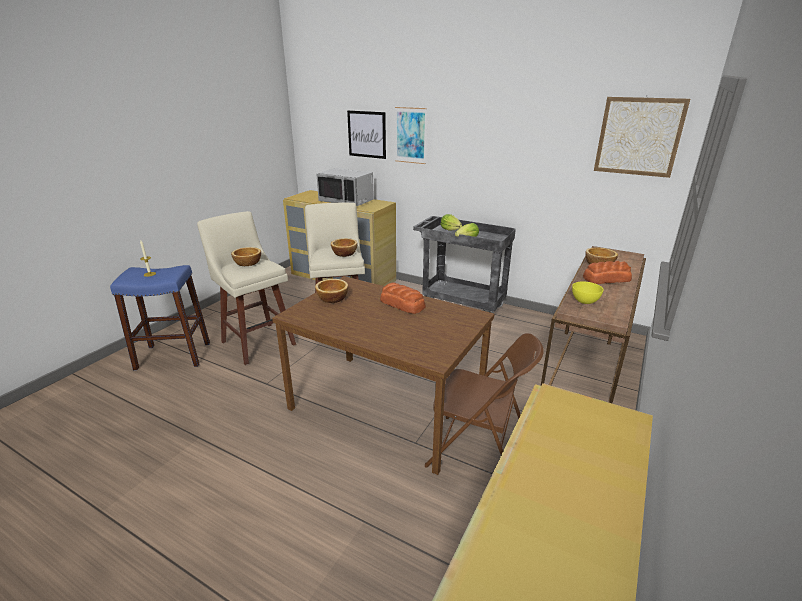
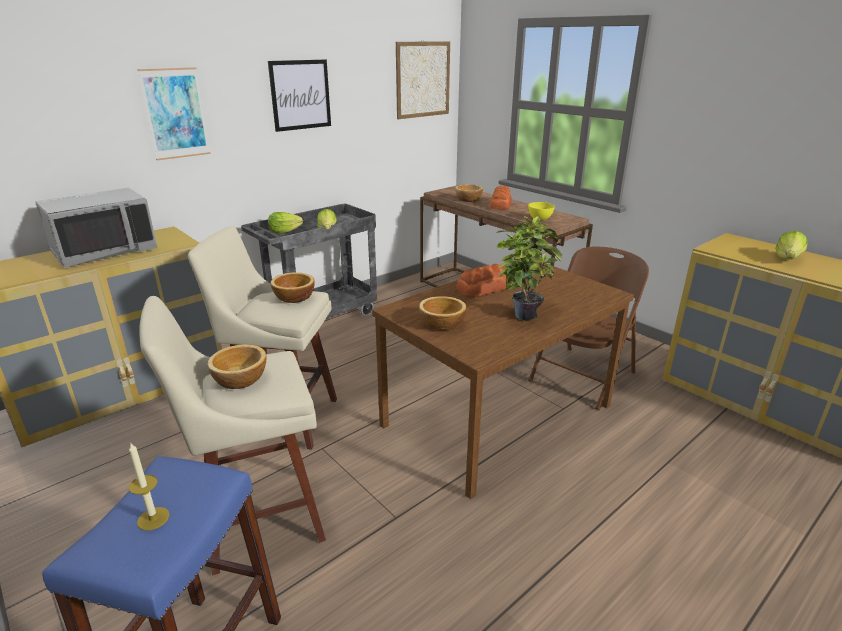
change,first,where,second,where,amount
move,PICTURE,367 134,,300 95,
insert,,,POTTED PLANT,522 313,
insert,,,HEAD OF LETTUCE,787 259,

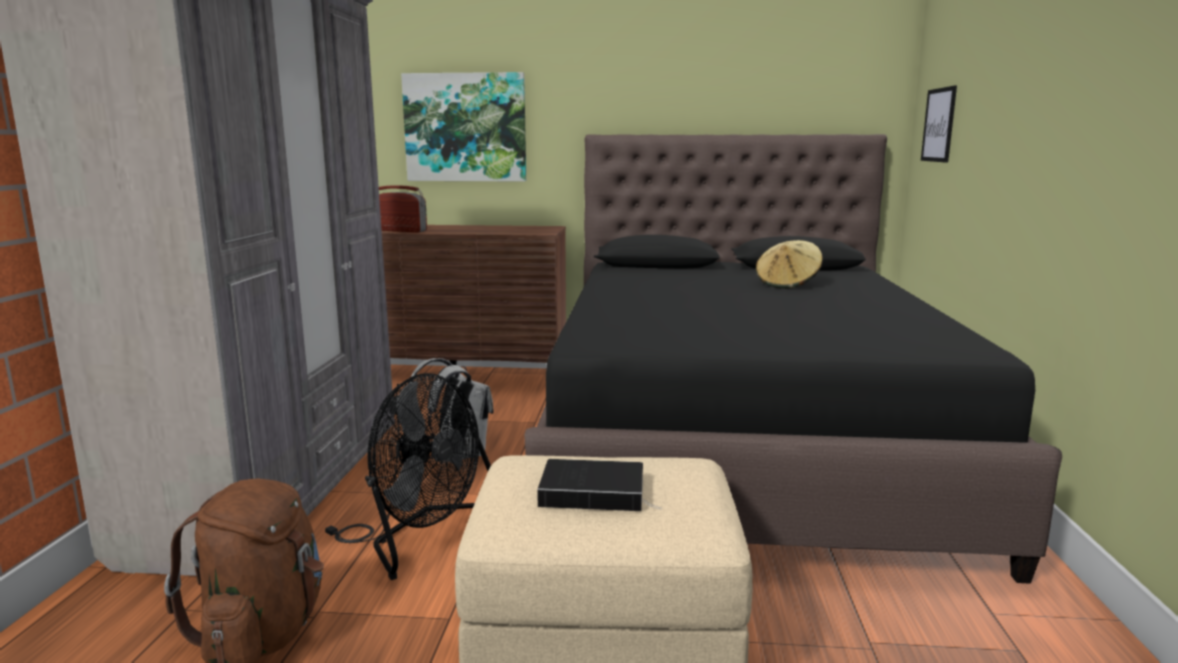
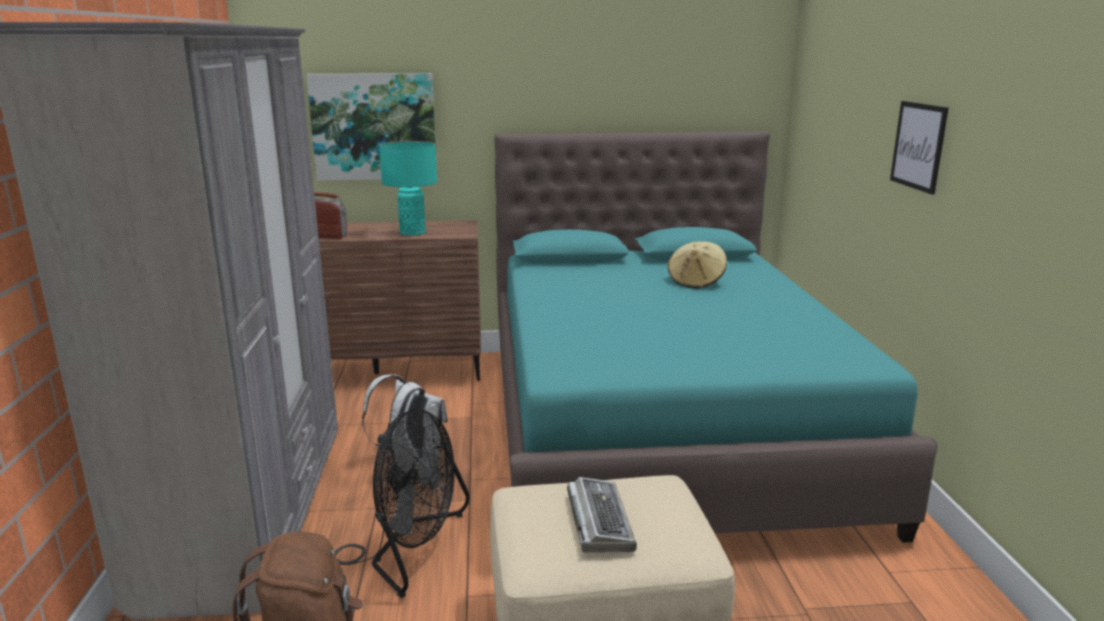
change,first,where,second,where,amount
move,PICTURE,939 125,,918 146,
recolor,BLACK BEDROOM BED,741 443,TURQUOISE BEDROOM BED,661 426,
replace,BOUND BOOK,596 492,PC KEYBOARD,599 521,
insert,,,TURQUOISE TABLETOP LAMP,412 232,

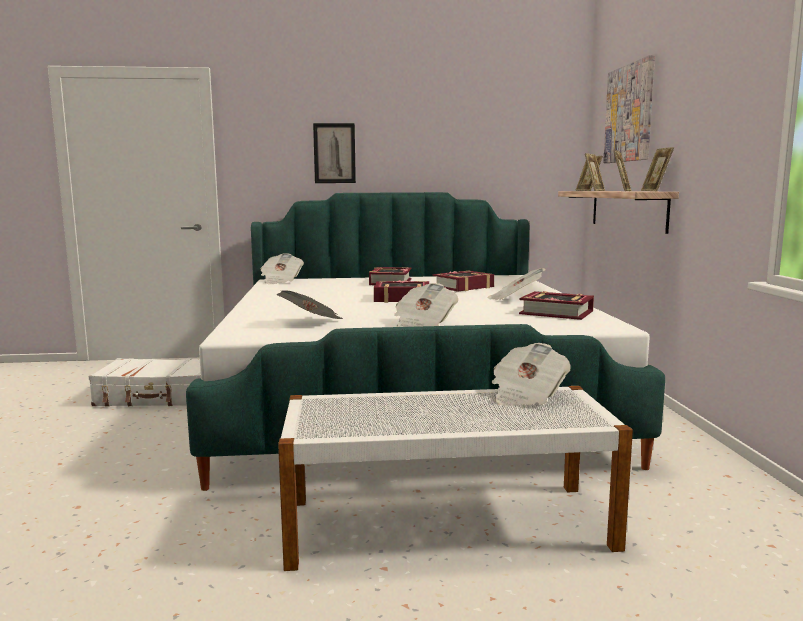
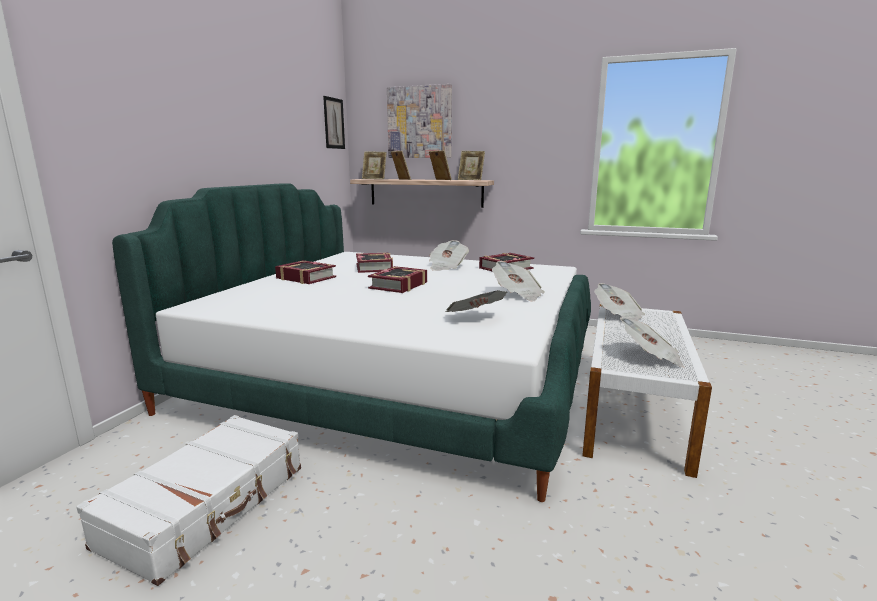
change,first,where,second,where,amount
move,PICTURE,334 153,,334 123,
move,DAILY PAPER,281 281,,651 358,

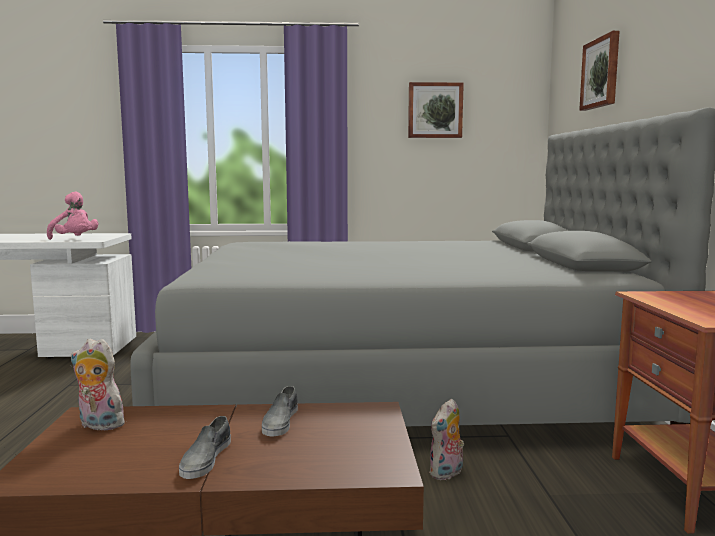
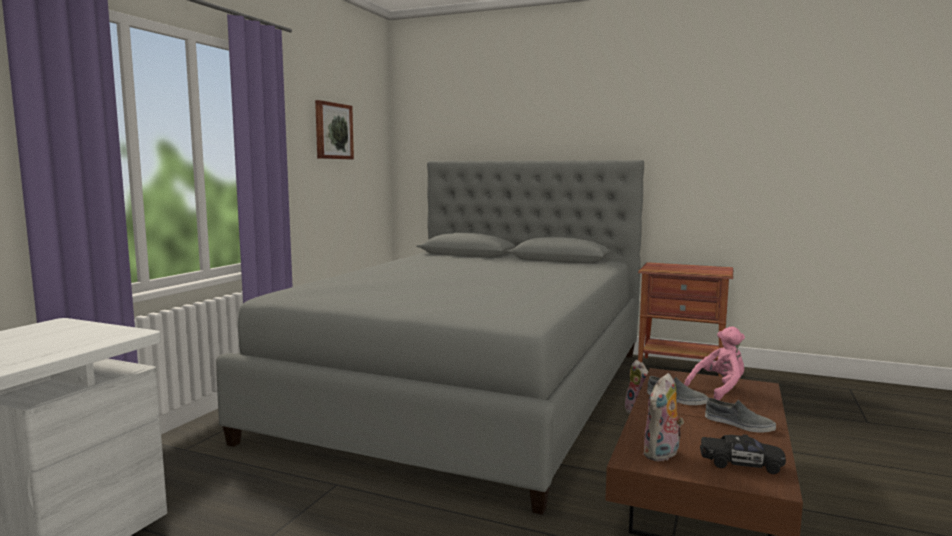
change,first,where,second,where,amount
delete,PICTURE,601 73,,,
move,PINK CUDDLY TOY,75 239,,719 389,
insert,,,BLACK MINIATURE CAR,741 464,

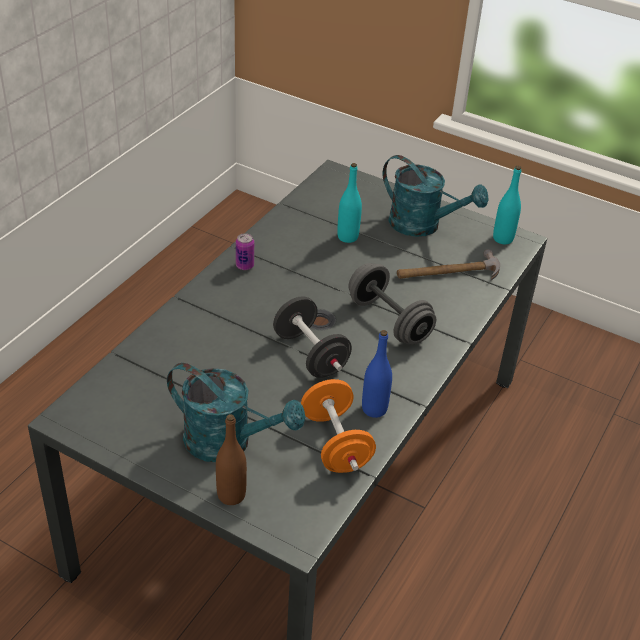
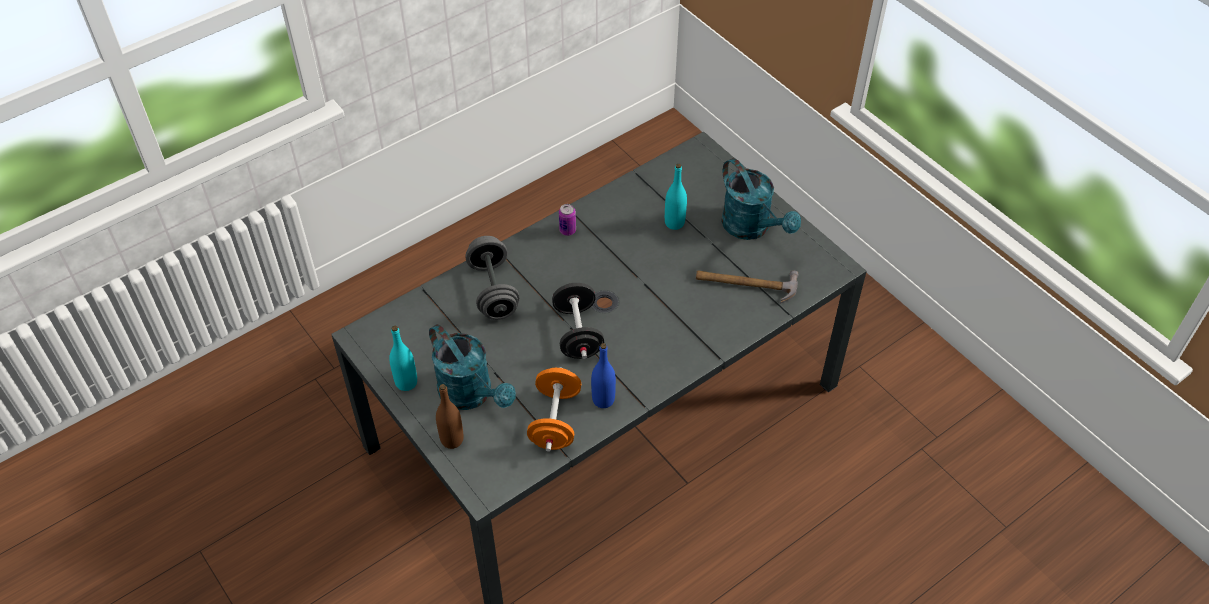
change,first,where,second,where,amount
move,TURQUOISE DRINK BOTTLE,503 239,,406 382,
move,GRAY HAND WEIGHT,389 320,,493 290,

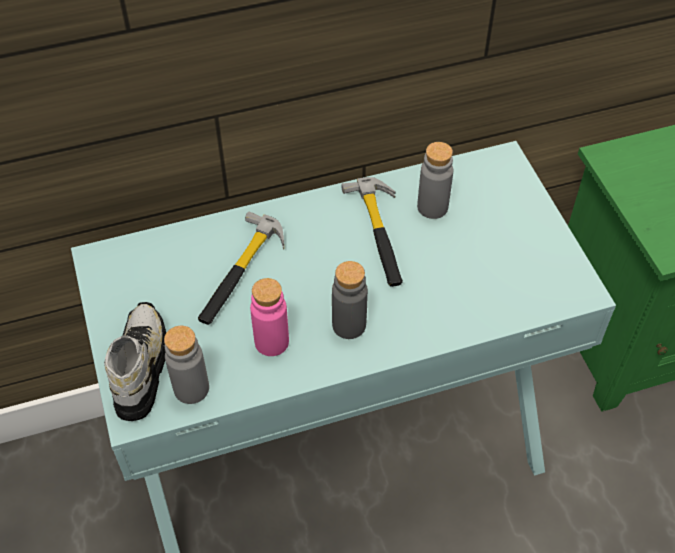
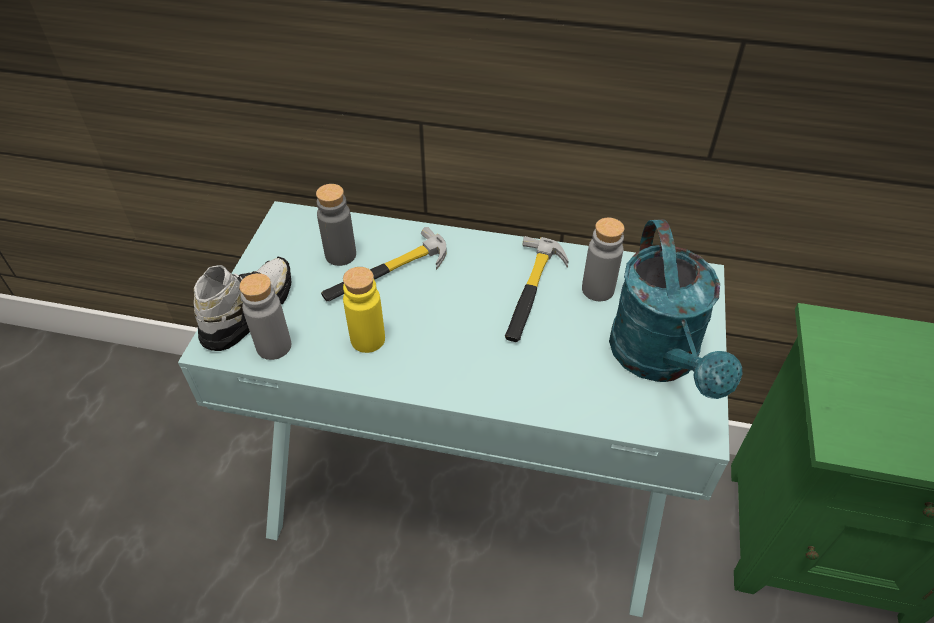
change,first,where,second,where,amount
move,GRAY DRINK BOTTLE,349 325,,340 255,
recolor,PINK DRINK BOTTLE,271 342,YELLOW-COLOURED DRINK BOTTLE,368 339,
insert,,,TURQUOISE SPRINKLING CAN,659 360,

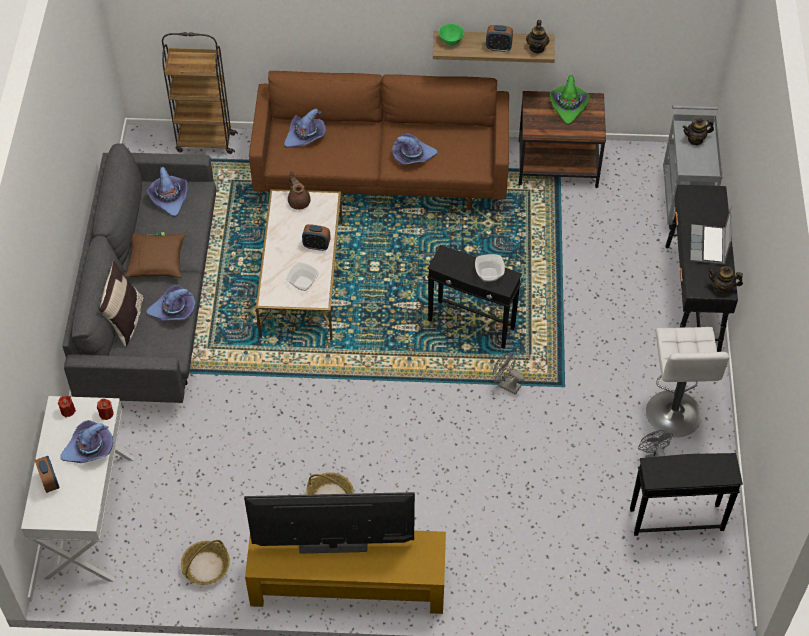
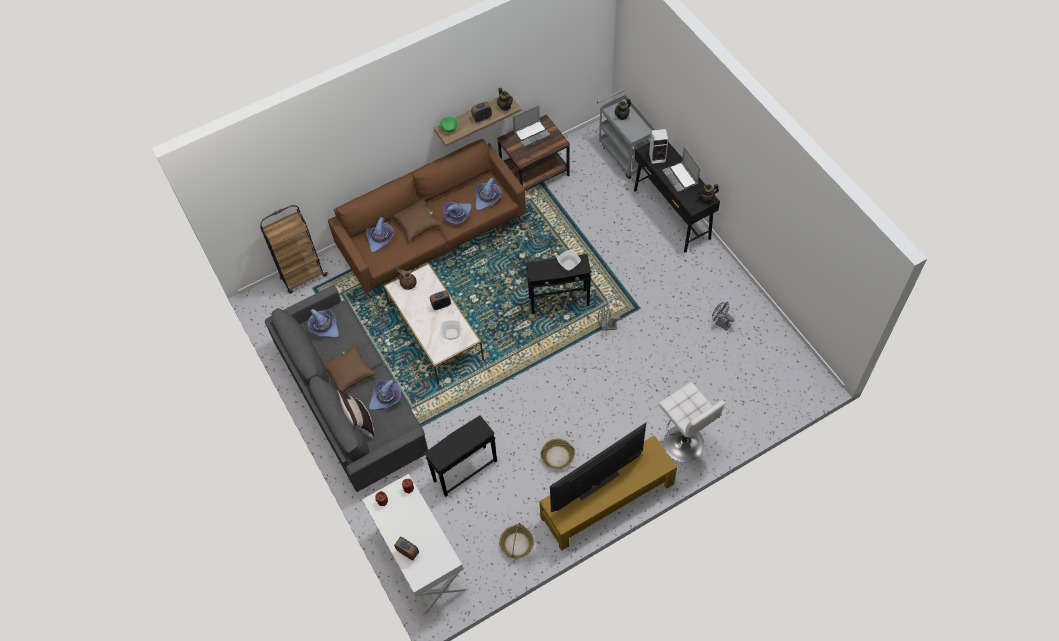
change,first,where,second,where,amount
replace,GREENISH HAT,568 106,PORTABLE COMPUTER,532 133,
move,WHITISH SITTING STOOL,673 414,,683 444,
move,PURPLISH HAT,90 449,,487 198,
move,BLACK SIDE TABLE,676 519,,464 470,
insert,,,SPEAKER,658 157,
insert,,,BROWN-COLOURED THROW PILLOW,417 224,

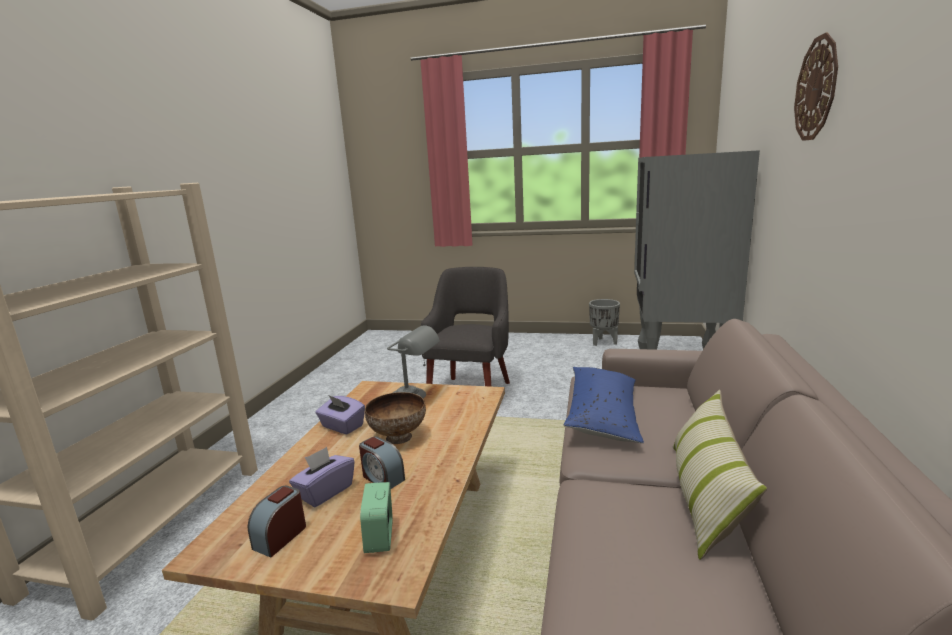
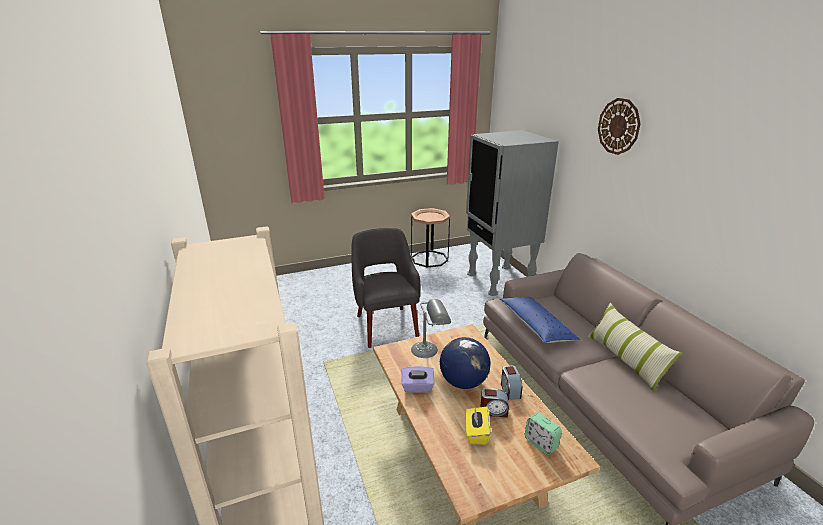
change,first,where,second,where,amount
replace,GRAY PLANT POT,603 342,BROWN-COLOURED SIDE TABLE,429 259,
replace,BOWL,397 437,WORLD GLOBE,463 382,
recolor,PURPLISH TISSUE HOLDER,325 492,YELLOW-COLOURED TISSUE HOLDER,476 433,
move,ALARM CLOCK,280 537,,510 390,

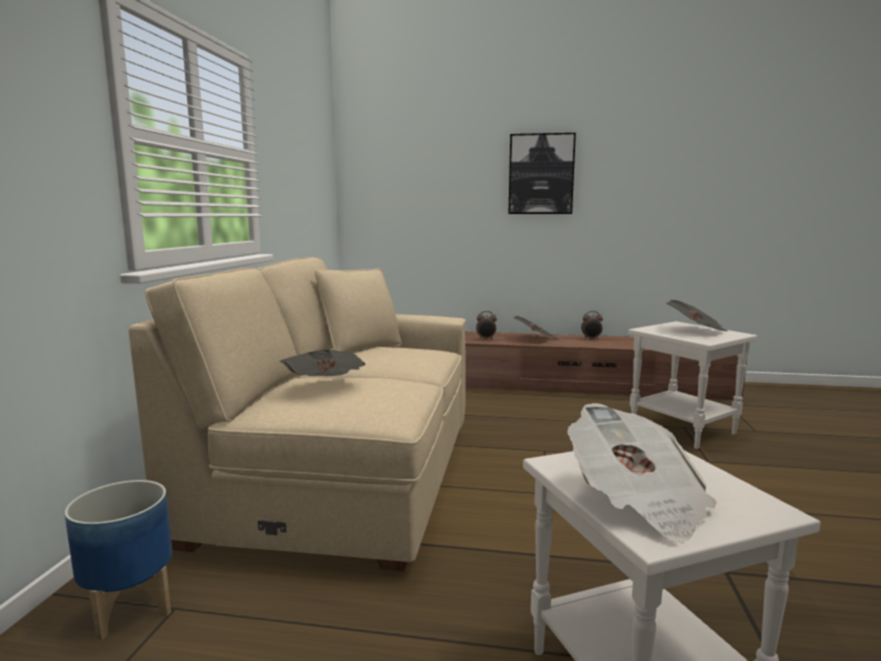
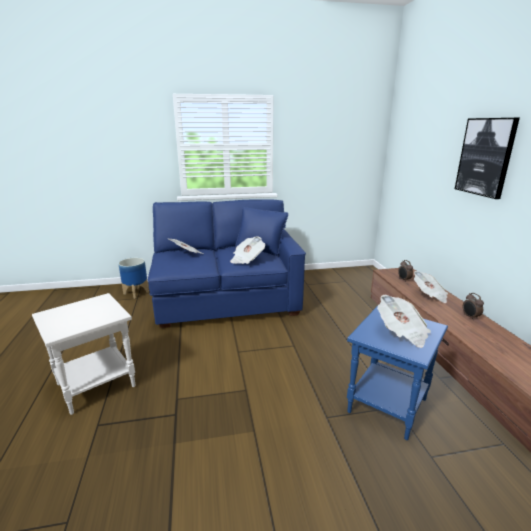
change,first,where,second,where,amount
recolor,SAND-COLOURED SETTEE,343 479,BLUISH SETTEE,226 300,
recolor,WHITISH SIDE TABLE,684 429,BLUISH SIDE TABLE,388 407,
move,DAILY PAPER,638 503,,247 259,

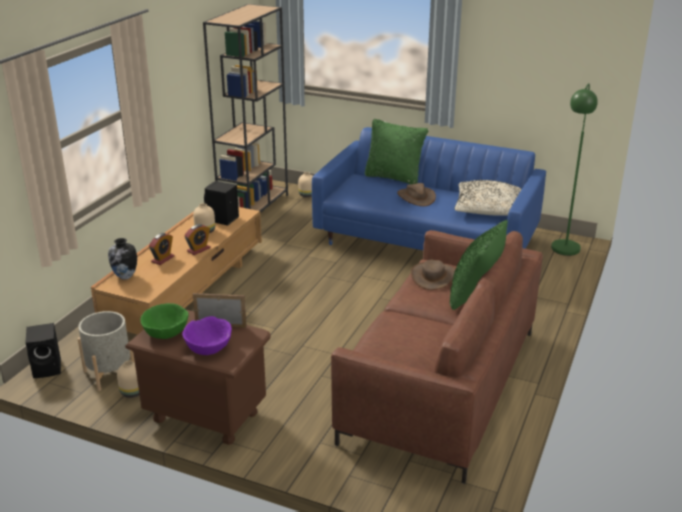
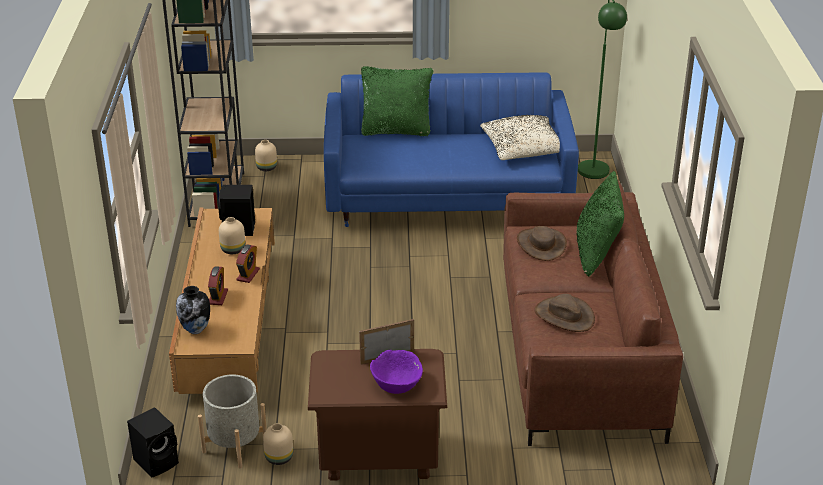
change,first,where,second,where,amount
move,BROWN-COLOURED HAT,416 197,,564 316,
delete,GREENISH BOWL,165 332,,,

